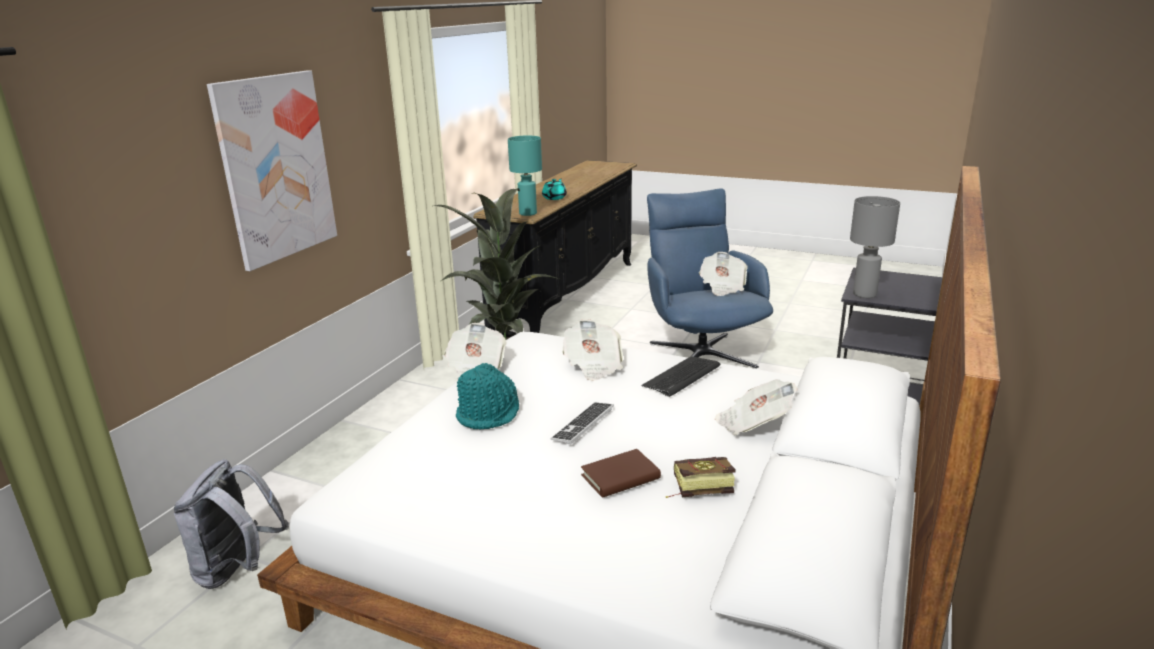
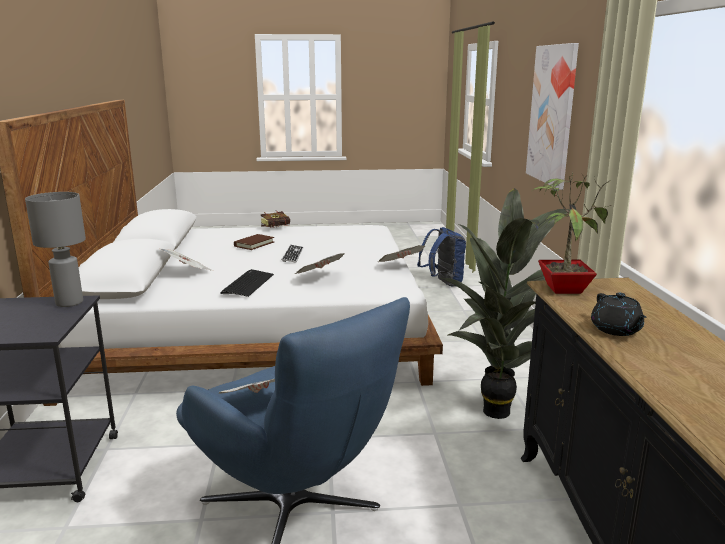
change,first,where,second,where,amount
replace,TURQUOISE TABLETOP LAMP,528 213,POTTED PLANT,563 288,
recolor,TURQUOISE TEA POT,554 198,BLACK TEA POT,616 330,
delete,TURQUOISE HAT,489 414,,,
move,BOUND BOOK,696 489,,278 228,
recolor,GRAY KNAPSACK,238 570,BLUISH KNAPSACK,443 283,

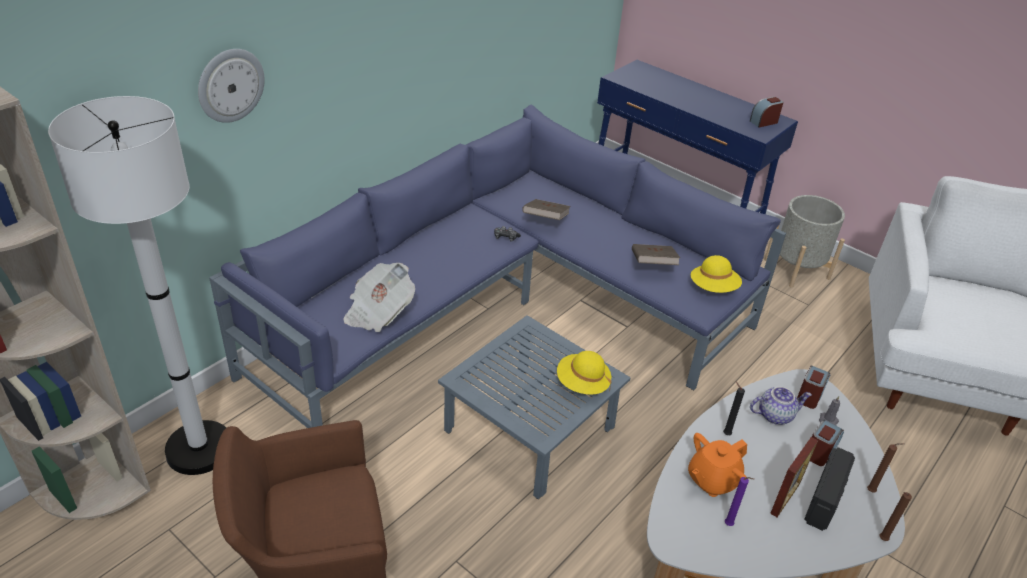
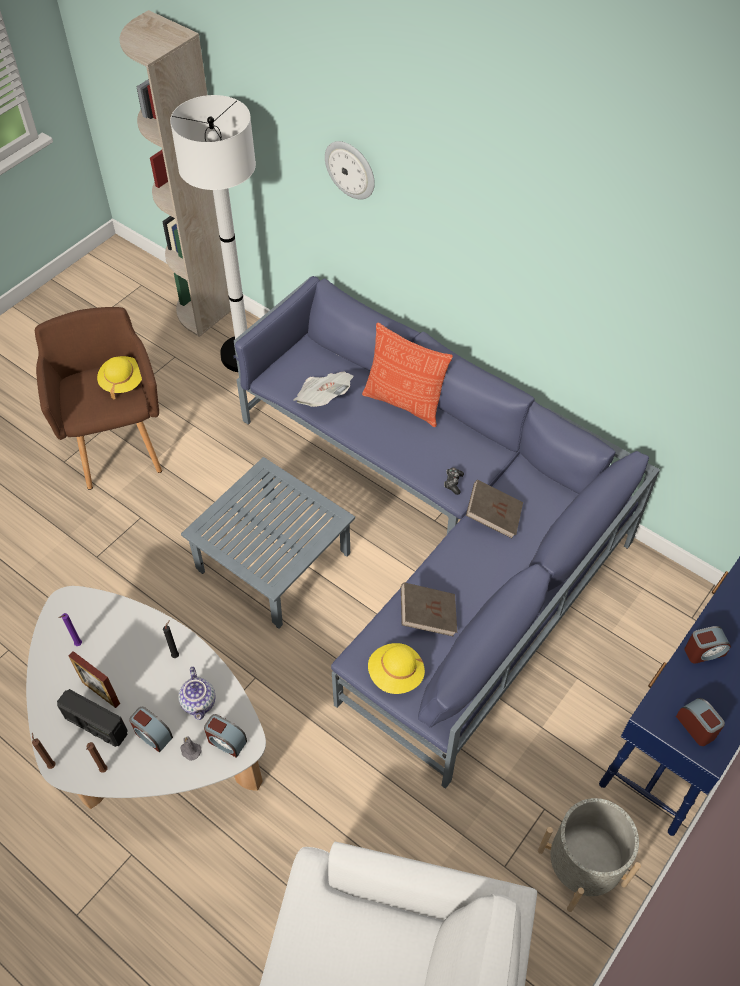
change,first,where,second,where,amount
move,YELLOW-COLOURED HAT,582 384,,122 382,
delete,ORANGE-COLOURED TEA POT,712 480,,,
insert,,,ORANGE-COLOURED THROW PILLOW,404 403,
insert,,,ALARM CLOCK,704 651,

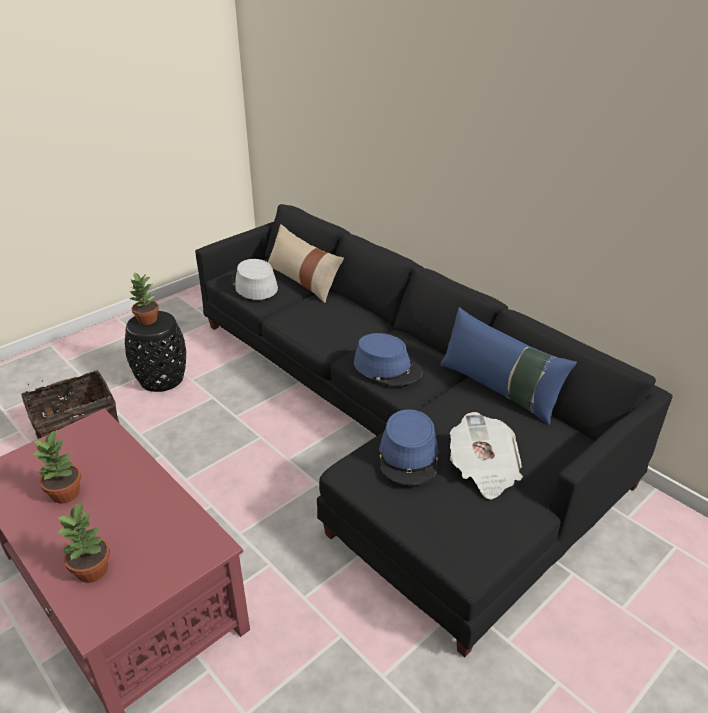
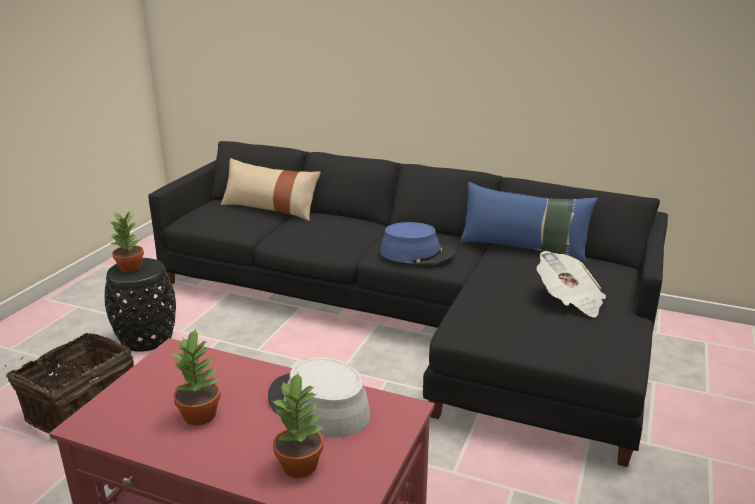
change,first,where,second,where,amount
move,GRAY HAT,254 284,,318 406,
delete,BLUISH HAT,409 456,,,

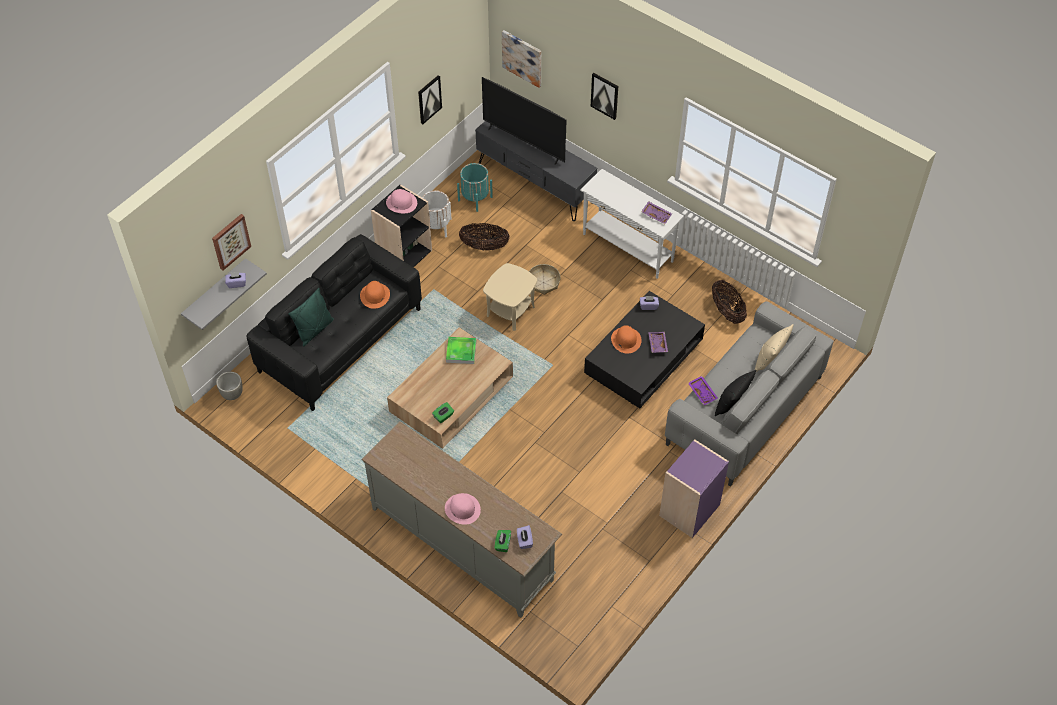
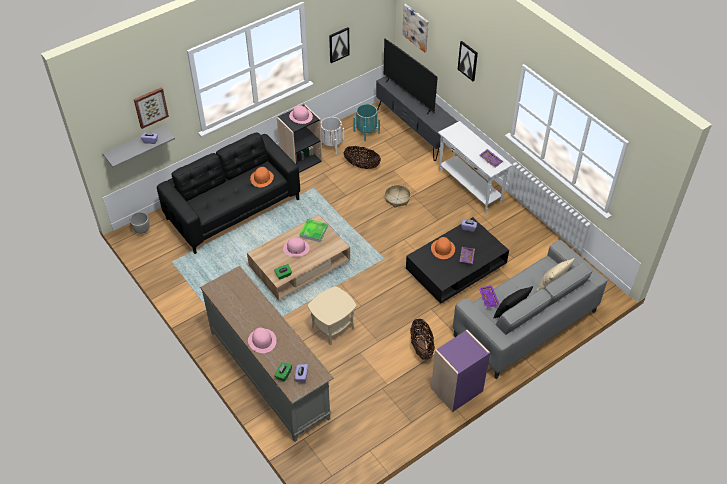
change,first,where,second,where,amount
move,SAND-COLOURED SIDE TABLE,510 311,,332 327,
move,BASKET,727 311,,421 347,
delete,GREENISH THROW PILLOW,314 330,,,
insert,,,PINK HAT,296 248,

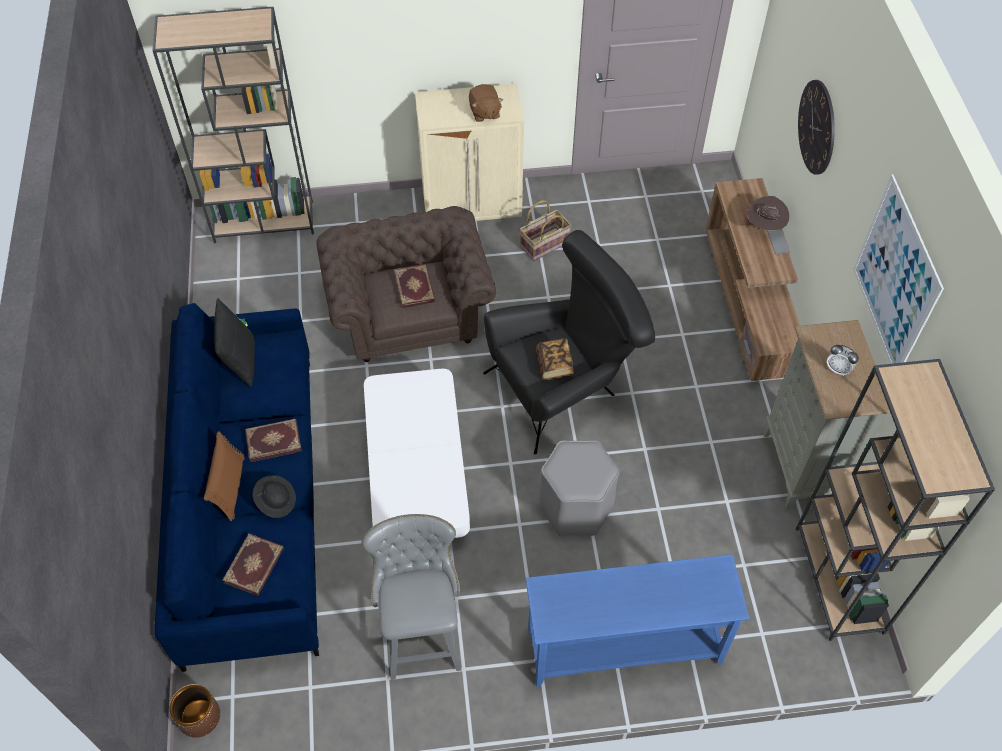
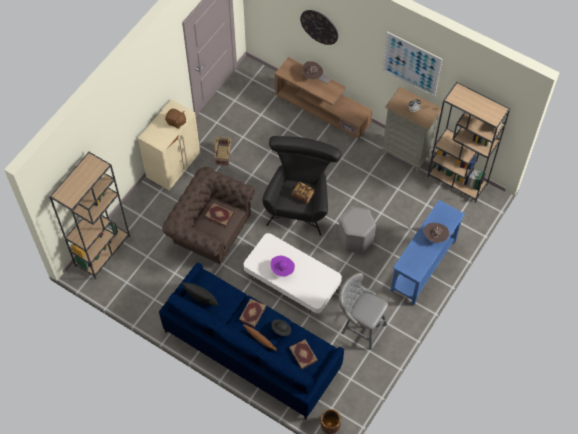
change,first,where,second,where,amount
insert,,,BROWN-COLOURED HAT,435 237,
insert,,,PURPLISH HAT,282 270,

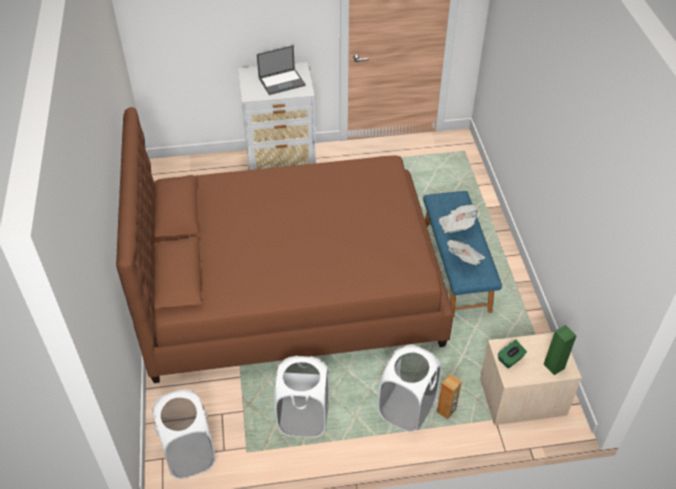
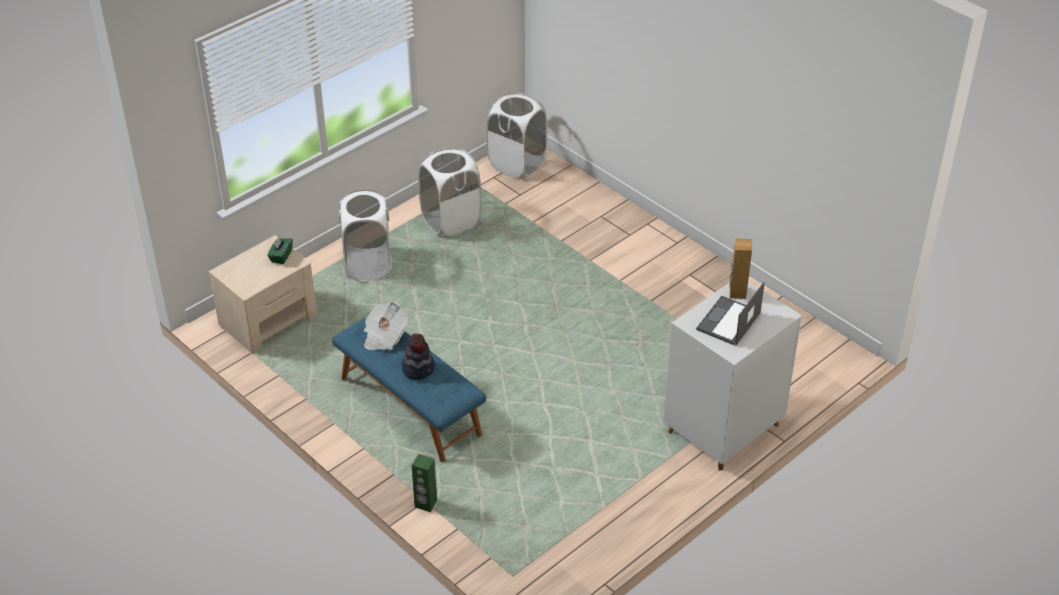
change,first,where,second,where,amount
delete,BROWN-COLOURED BEDROOM BED,290 286,,,
replace,DAILY PAPER,457 225,HAT,418 368,
move,GREENISH SPEAKER,554 366,,425 504,
move,BROWN-COLOURED SPEAKER,446 411,,737 292,

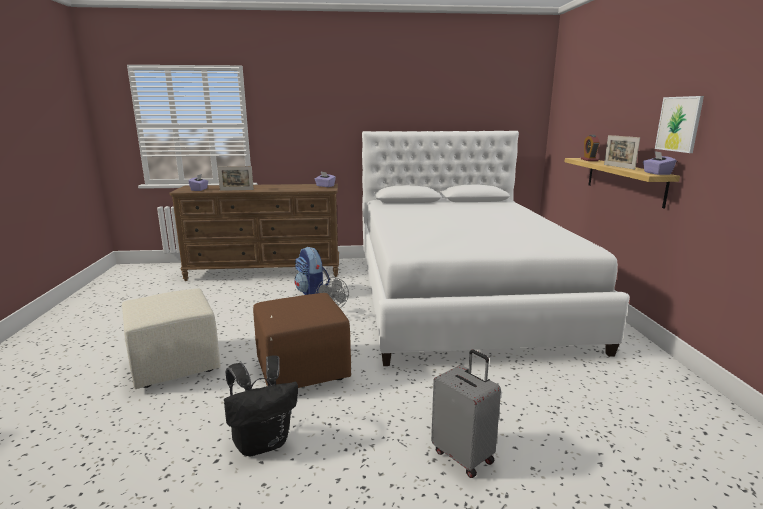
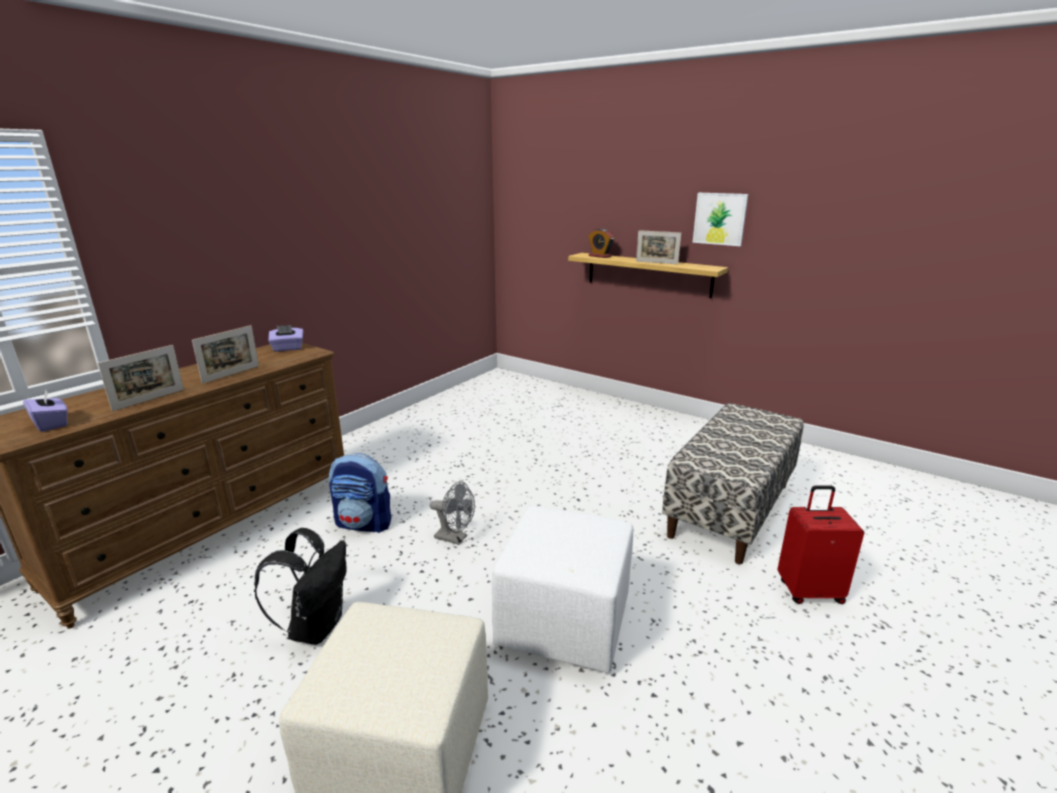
change,first,where,second,where,amount
delete,WHITISH BEDROOM BED,460 295,,,
delete,PURPLISH TISSUE HOLDER,656 173,,,
recolor,BROWN-COLOURED OTTOMAN,301 371,WHITISH OTTOMAN,564 623,
recolor,GRAY PIECE OF LUGGAGE,464 456,RED-COLOURED PIECE OF LUGGAGE,809 591,
move,BLACK KNAPSACK,263 442,,316 626,
insert,,,STANDING FRAME,231 374,
insert,,,BENCH,729 509,

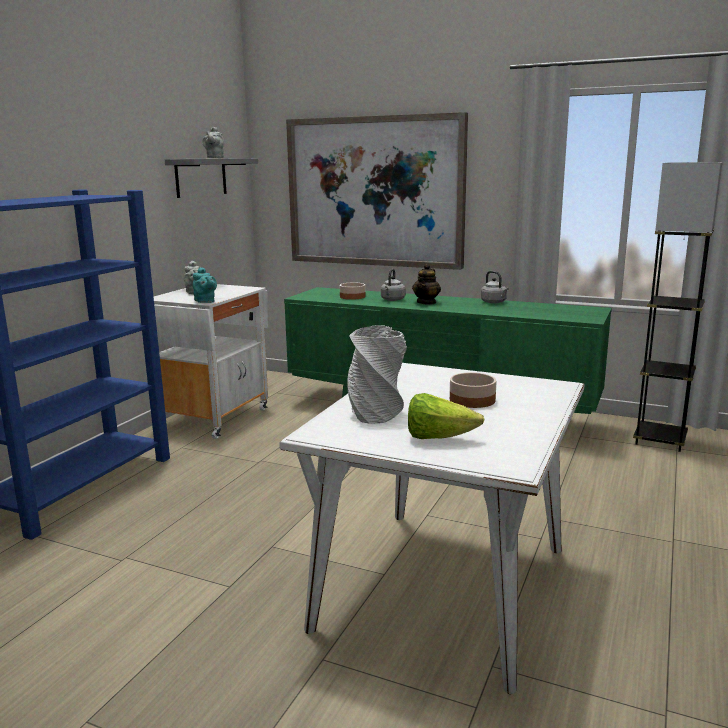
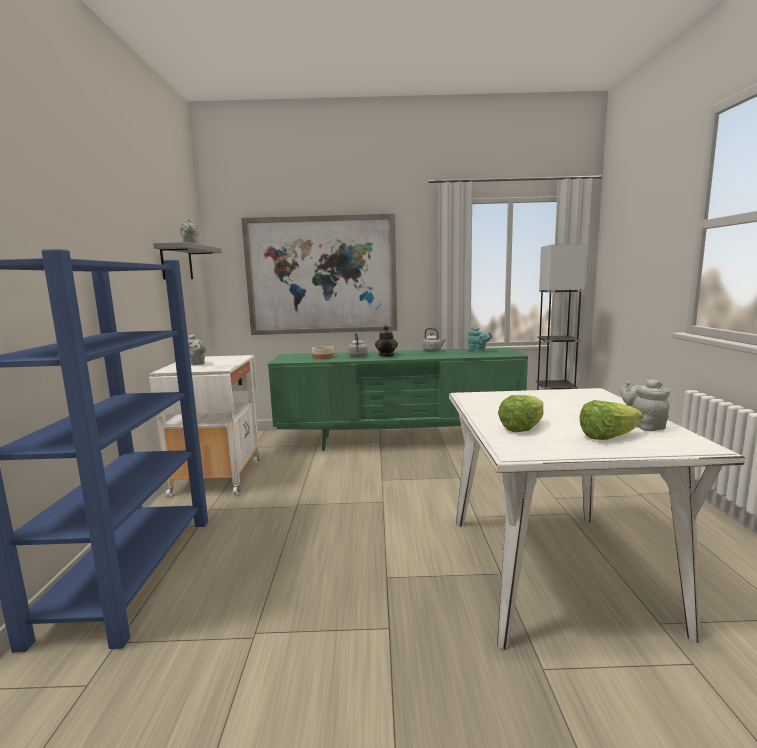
change,first,where,second,where,amount
move,TURQUOISE TEA POT,205 301,,478 350,
replace,GRAY FLOWER VASE,375 412,HEAD OF LETTUCE,522 428,
delete,BOWL,472 399,,,
insert,,,GRAY TEA POT,643 425,

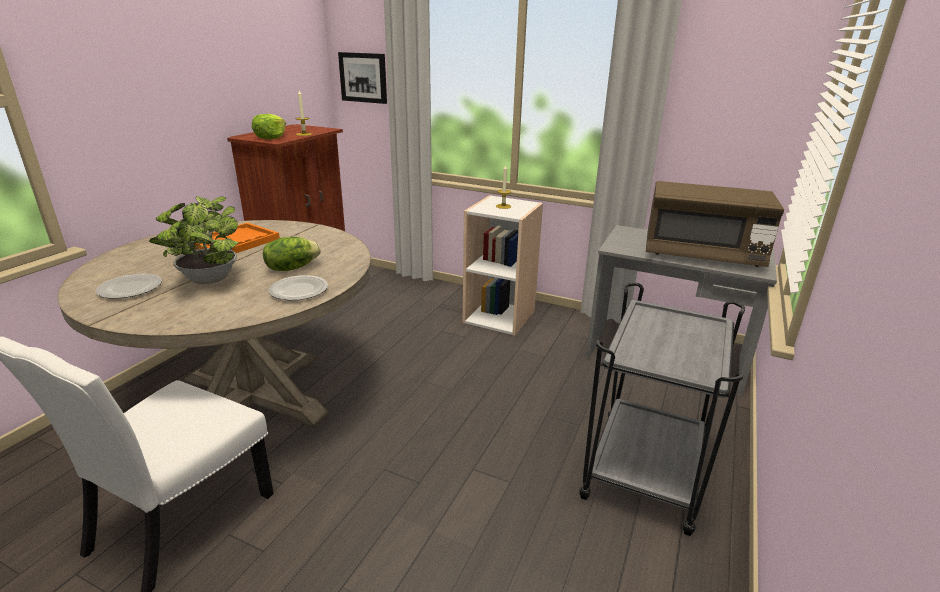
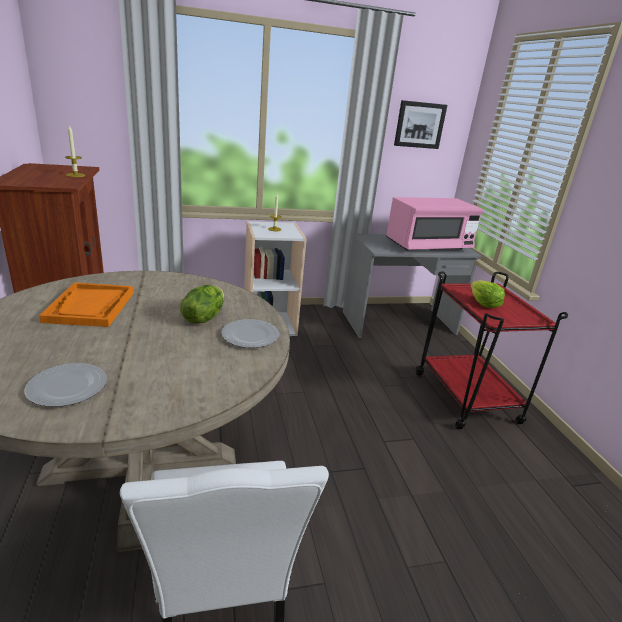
change,first,where,second,where,amount
move,PICTURE,363 77,,419 125,
move,HEAD OF LETTUCE,271 137,,483 303,
recolor,BROWN-COLOURED MICROWAVE,702 255,PINK MICROWAVE,428 246,
delete,POTTED PLANT,208 281,,,
recolor,GRAY CART,644 472,RED-COLOURED CART,466 398,

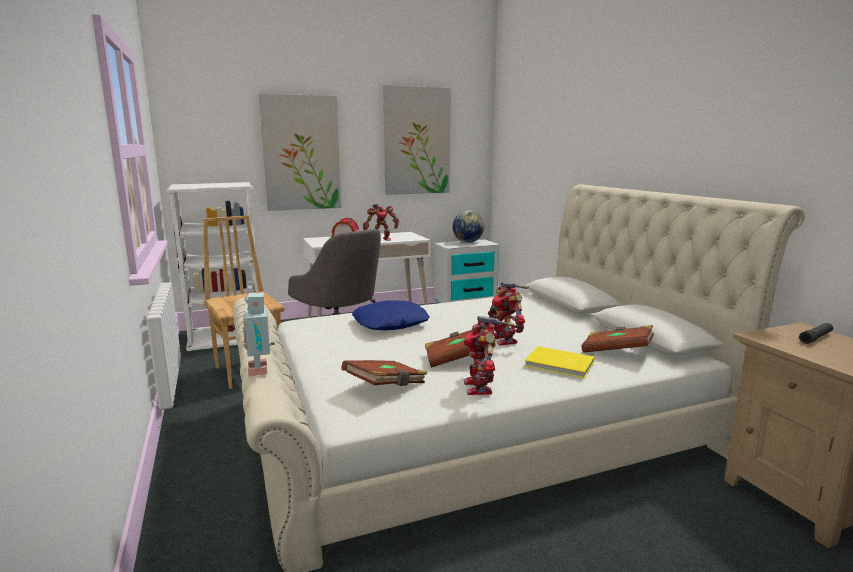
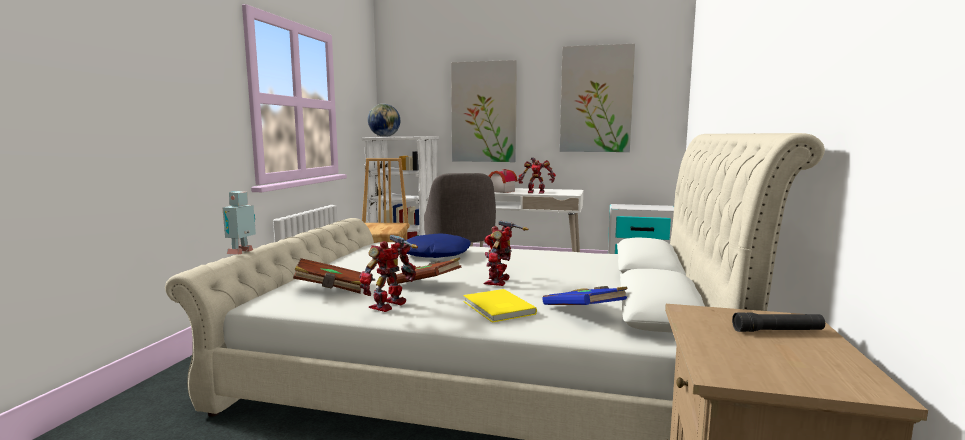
change,first,where,second,where,amount
move,WORLD GLOBE,468 242,,384 136,
recolor,BROWN-COLOURED BOUND BOOK,616 352,BLUISH BOUND BOOK,584 312,

